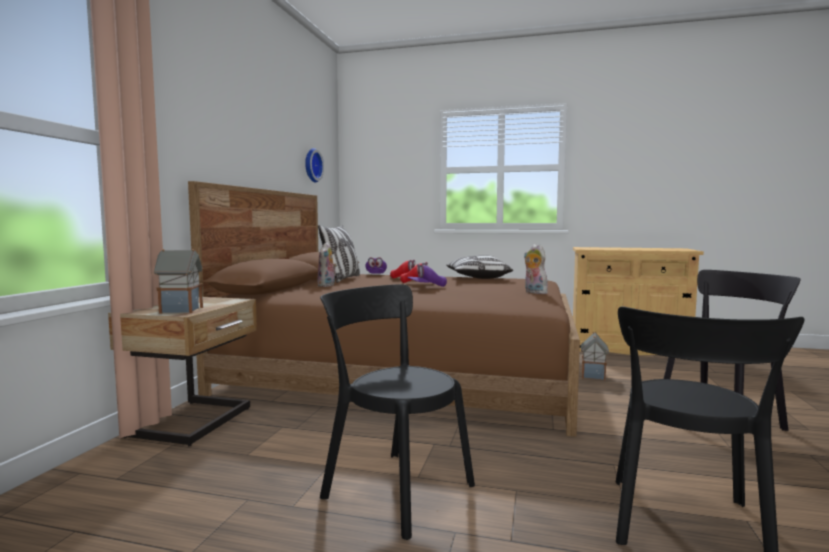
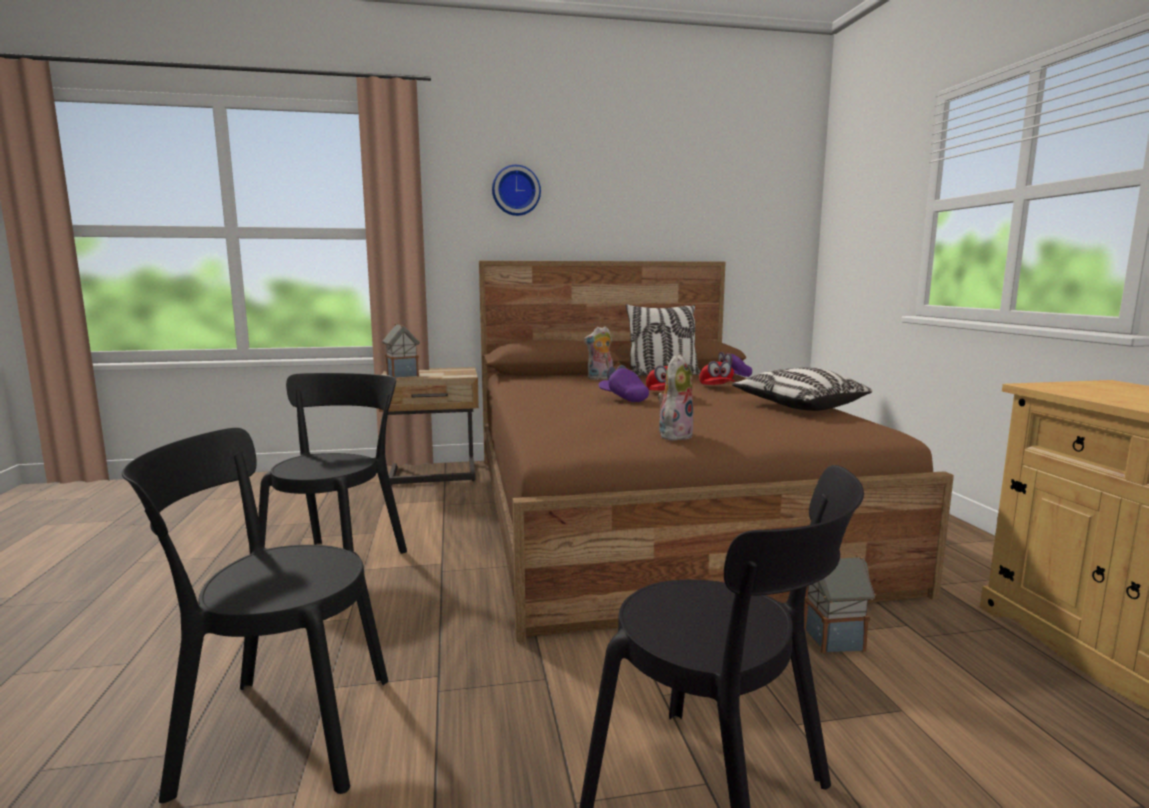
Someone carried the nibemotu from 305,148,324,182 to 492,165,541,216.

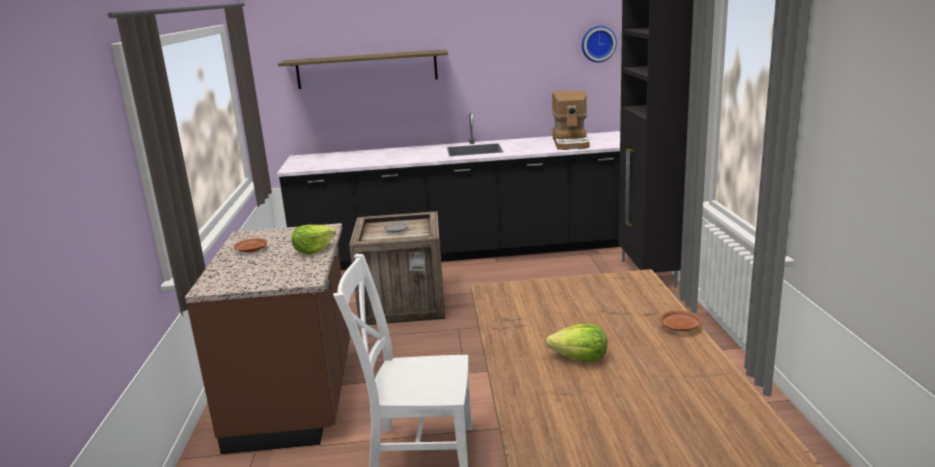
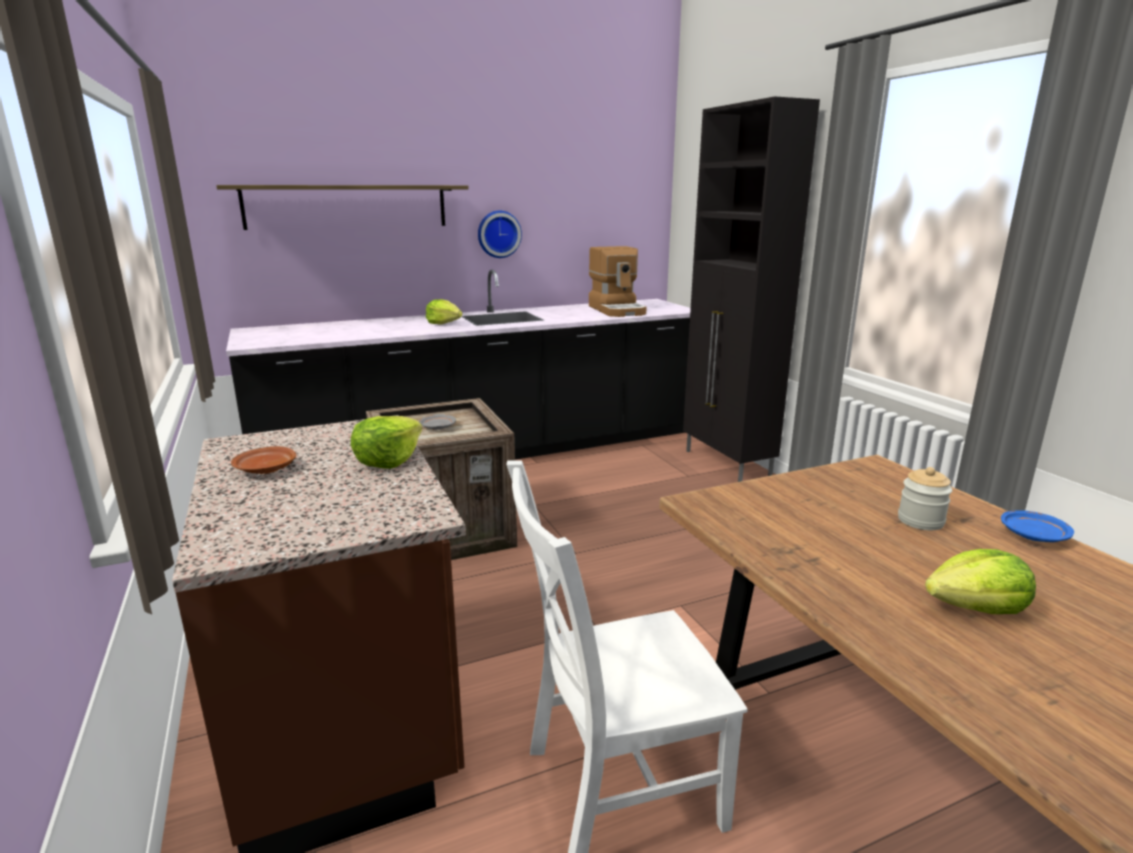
Someone put down the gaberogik at 426,299,462,325.
Someone carried the nibemotu from 582,26,617,62 to 478,211,522,258.
Someone put down the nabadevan at 898,467,952,530.
Someone repainted the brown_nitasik at 660,311,702,331, which became the blue_nitasik at 1001,510,1074,542.

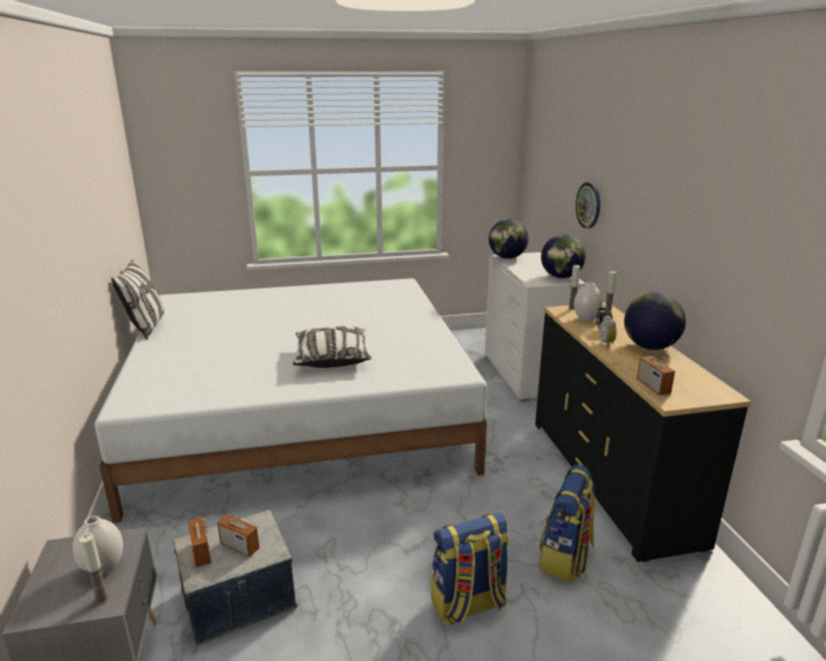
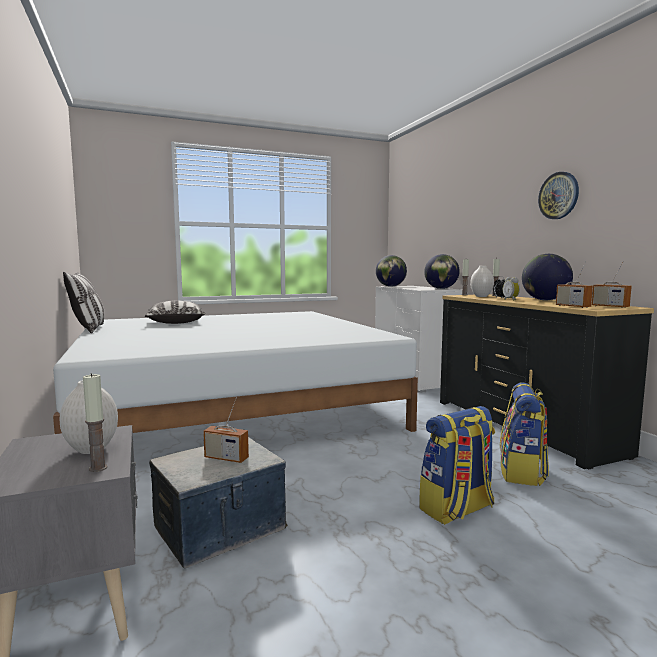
Someone carried the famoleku from 293,326,372,368 to 145,300,205,324.
Someone carried the nibemotu from 576,182,600,228 to 538,172,579,219.
Someone carried the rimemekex from 188,508,211,567 to 592,261,632,308.

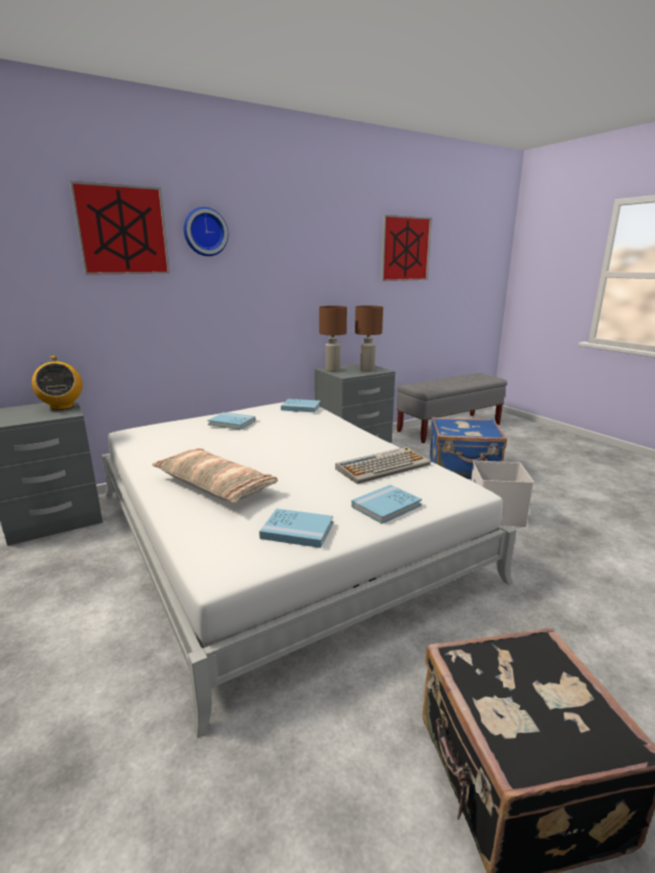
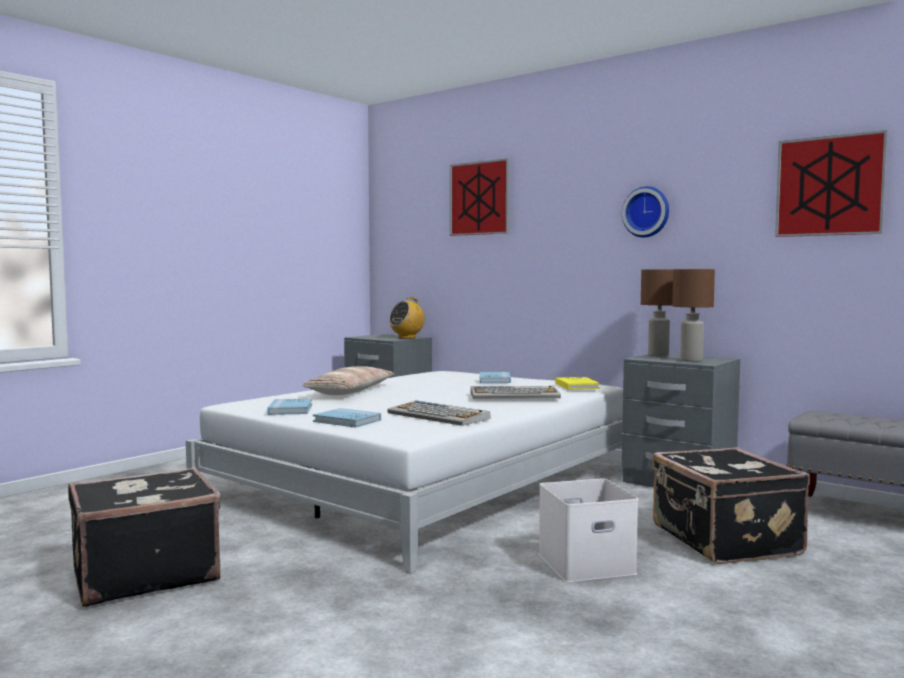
Someone put down the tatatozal at 471,386,561,399.
Someone repainted the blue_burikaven at 281,399,321,412, which became the yellow_burikaven at 555,377,600,390.
Someone carried the nibemotu from 184,207,228,256 to 622,186,669,238.
Someone repainted the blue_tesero at 430,417,507,479, which became the black_tesero at 652,447,810,564.

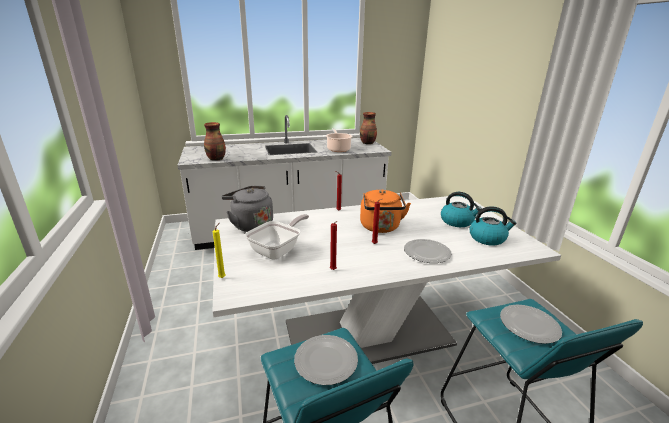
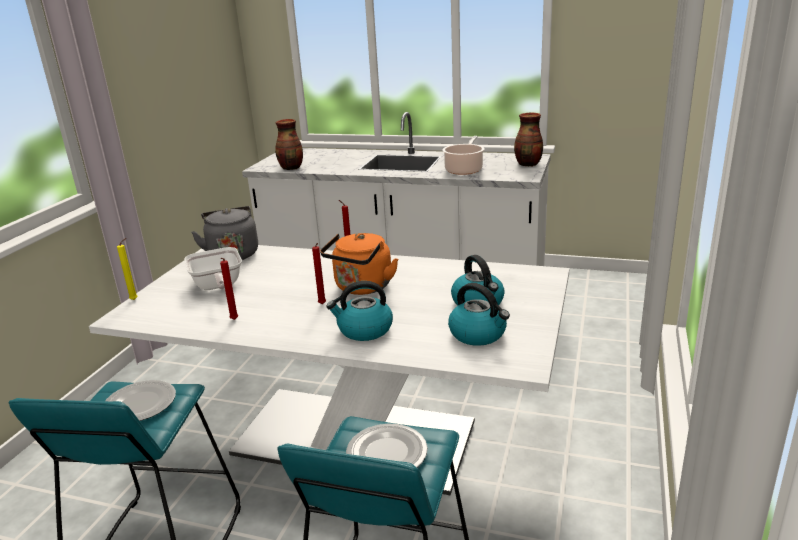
Someone rotated the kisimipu at 245,214,309,260 by 90 degrees clockwise.
Someone swapped the nitasik at 404,239,452,263 for the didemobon at 326,281,393,341.

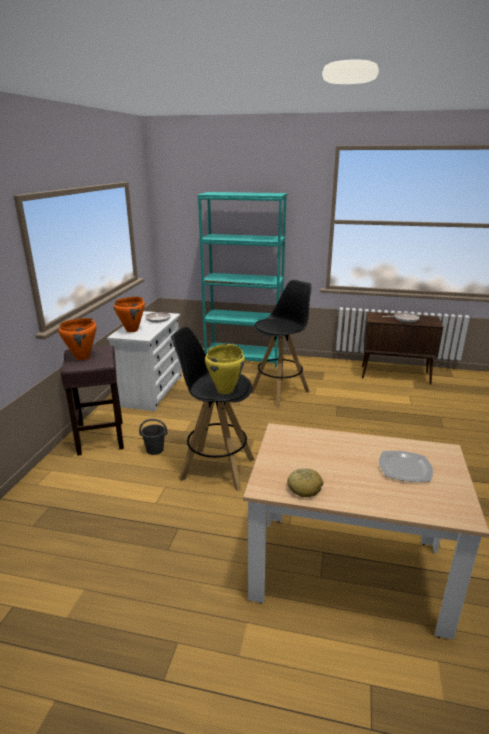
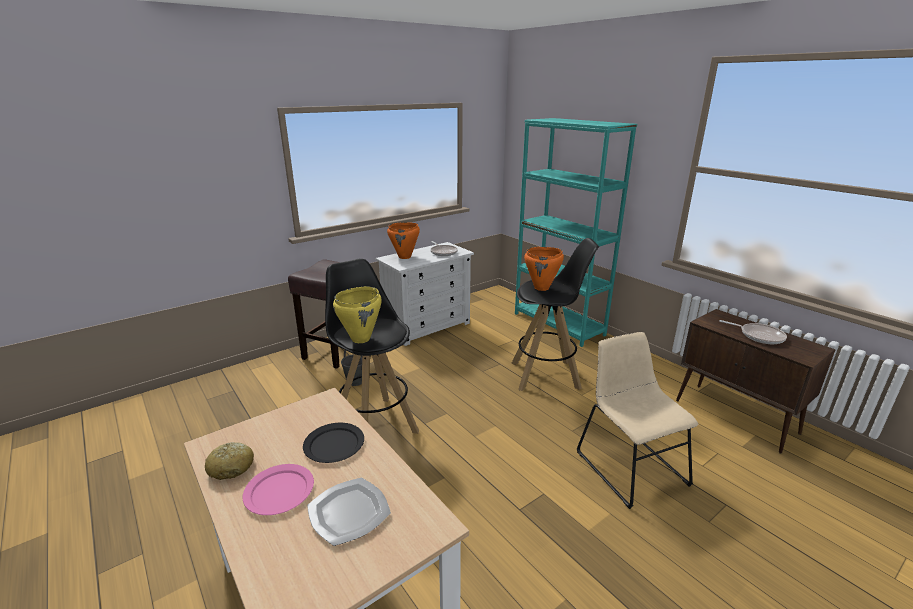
Someone put down the pink_nitasik at 243,464,314,515.
Someone put down the black_nitasik at 303,423,364,463.
Someone carried the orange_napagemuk from 58,318,97,360 to 524,247,564,291.
Someone put down the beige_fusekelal at 577,332,698,509.

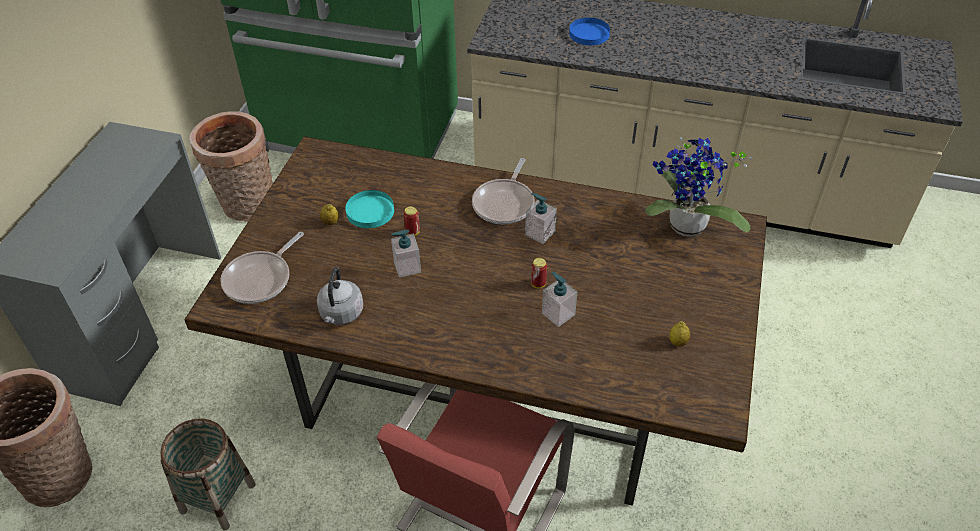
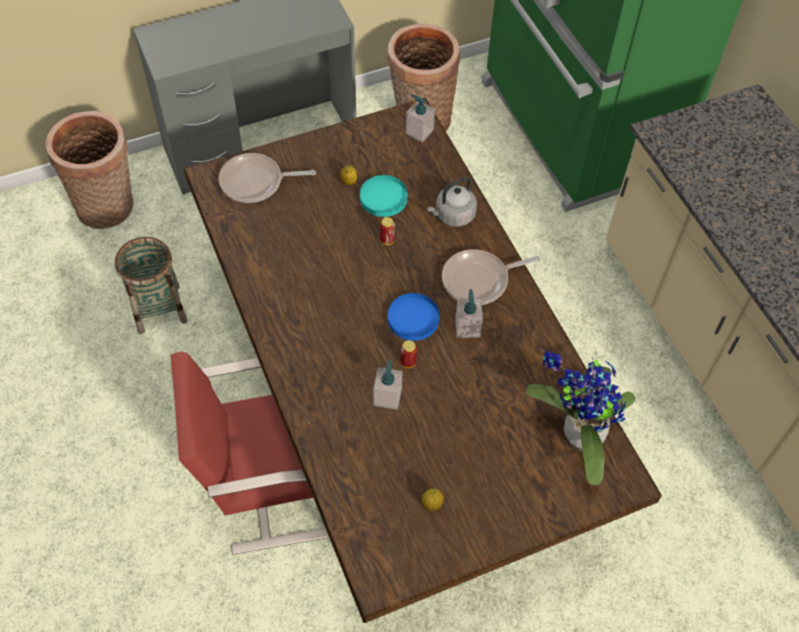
Someone carried the blue_nitasik from 569,18,610,45 to 388,293,440,341.
Someone carried the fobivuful from 391,229,421,278 to 406,95,435,142.
Someone carried the grey_didemobon from 317,267,363,325 to 427,177,477,227.

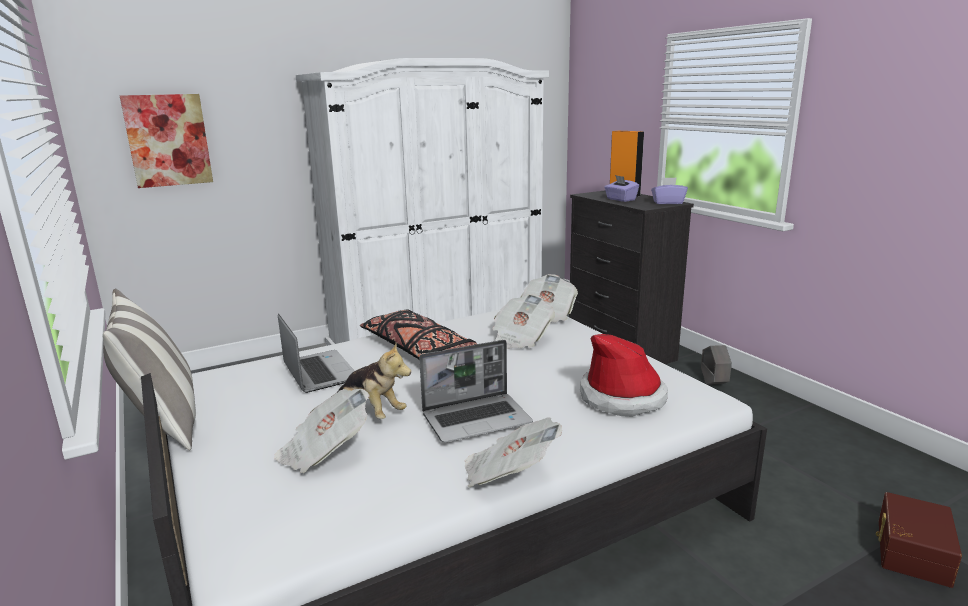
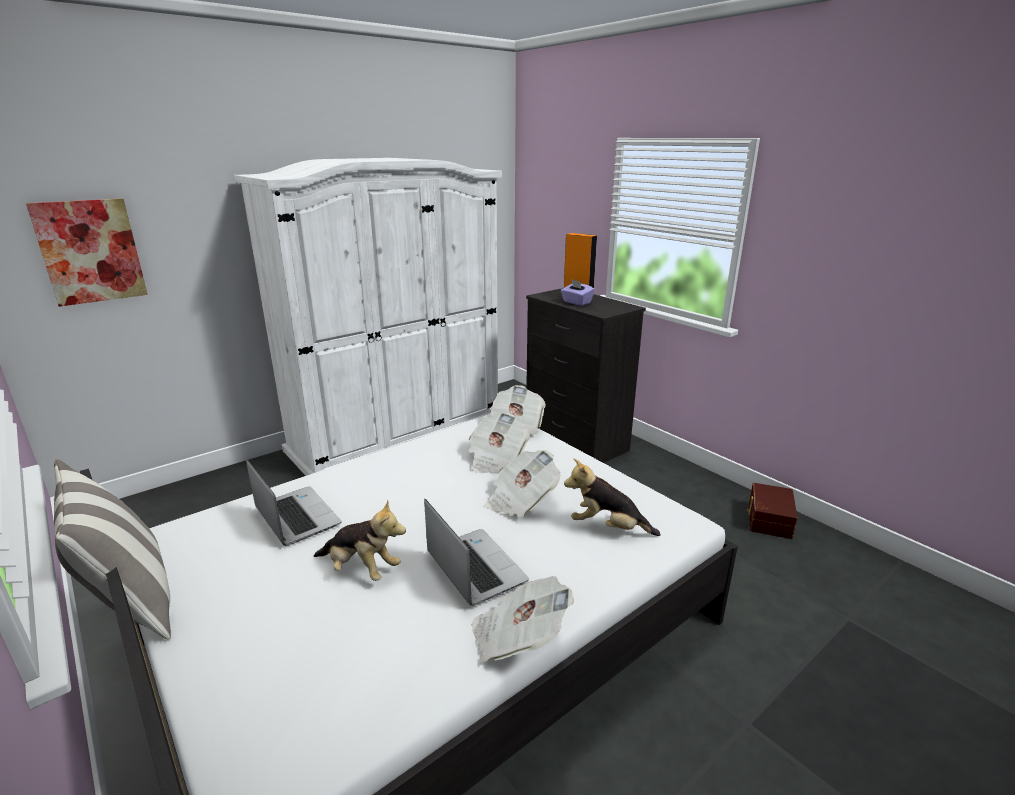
Someone rotated the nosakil at 419,340,533,443 by 90 degrees counterclockwise.
Someone carried the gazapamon from 274,389,370,473 to 485,450,560,517.
Someone swapped the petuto at 580,334,668,417 for the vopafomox at 564,459,660,536.
Someone carried the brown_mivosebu from 876,492,962,588 to 747,483,798,539.
Someone took away the black_famoleku at 360,310,477,359.
Someone took away the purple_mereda at 651,177,688,204.
Someone took away the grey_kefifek at 701,345,732,385.

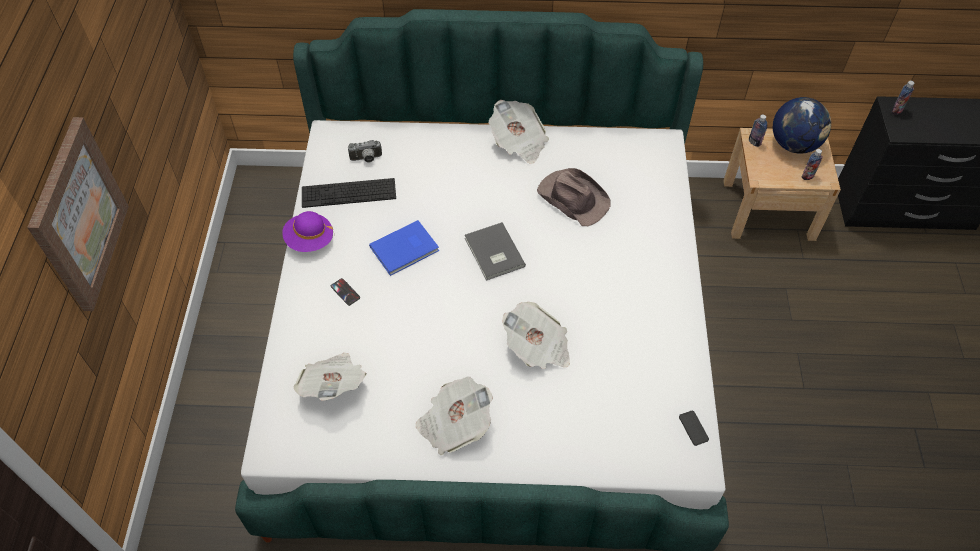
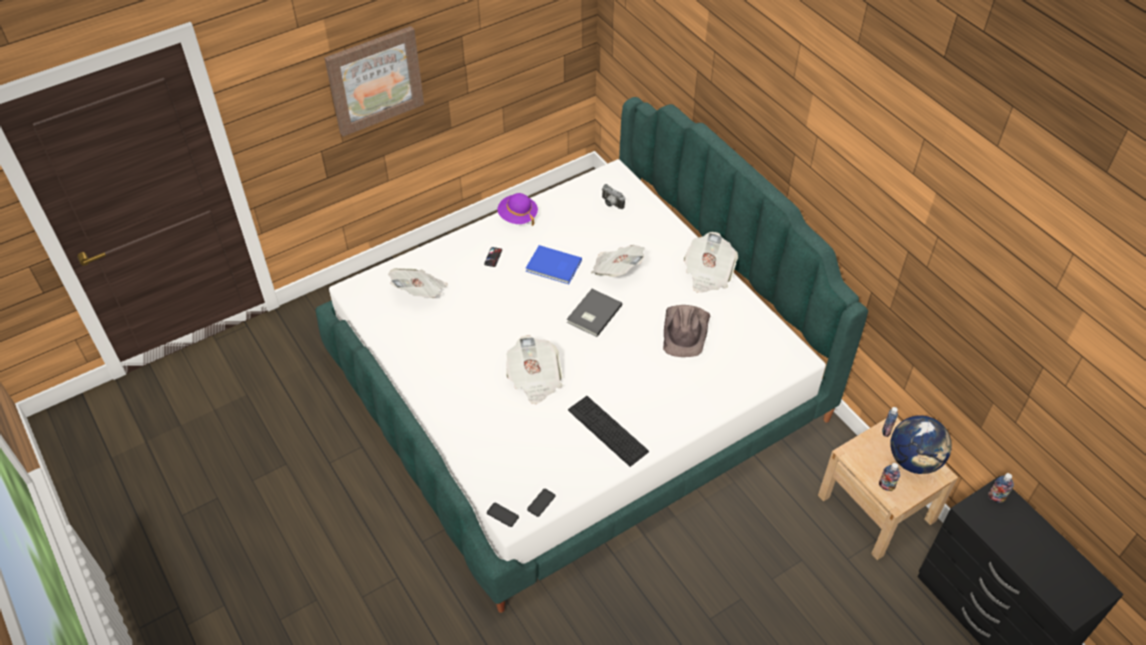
Someone put down the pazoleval at 487,503,519,527.
Someone carried the tatatozal from 302,178,396,208 to 568,396,649,467.
Someone carried the gazapamon from 416,376,493,455 to 591,245,645,277.

